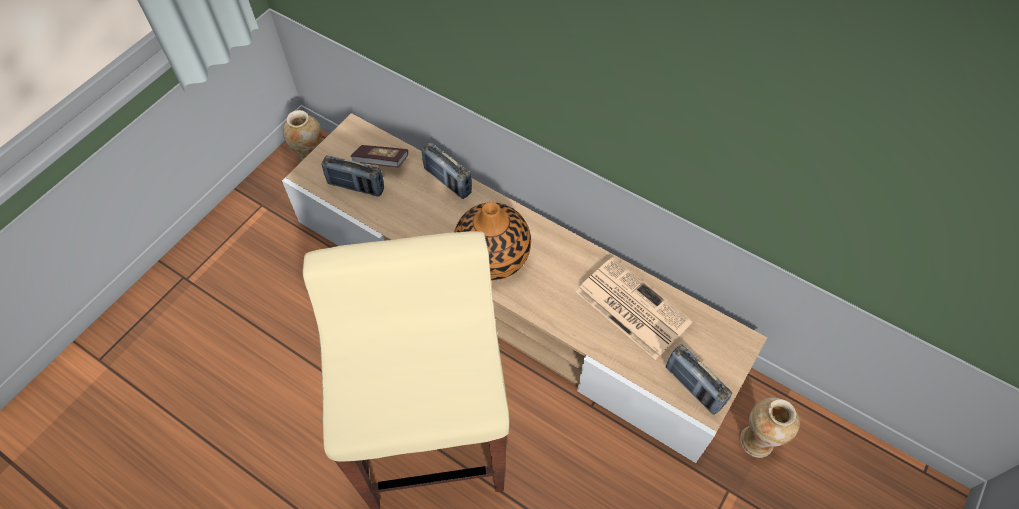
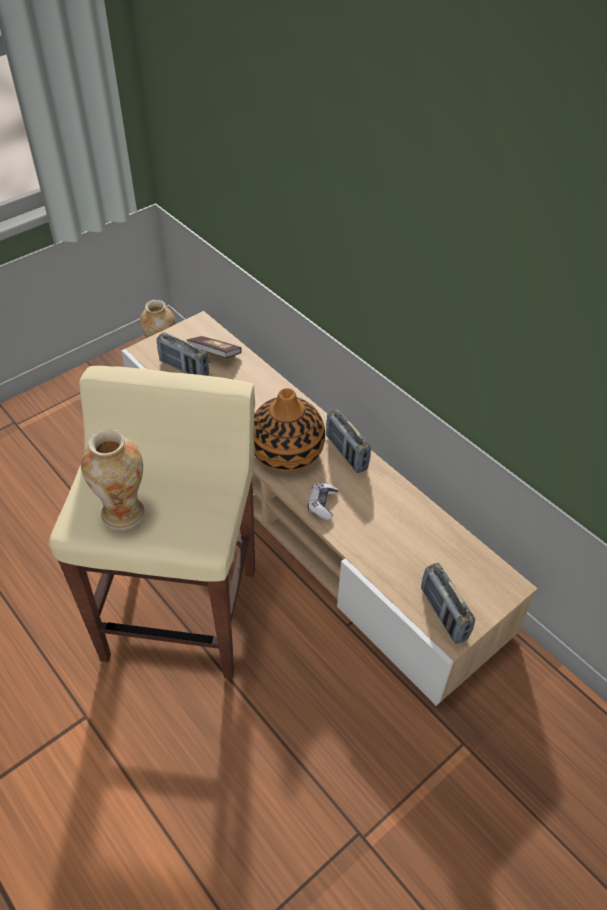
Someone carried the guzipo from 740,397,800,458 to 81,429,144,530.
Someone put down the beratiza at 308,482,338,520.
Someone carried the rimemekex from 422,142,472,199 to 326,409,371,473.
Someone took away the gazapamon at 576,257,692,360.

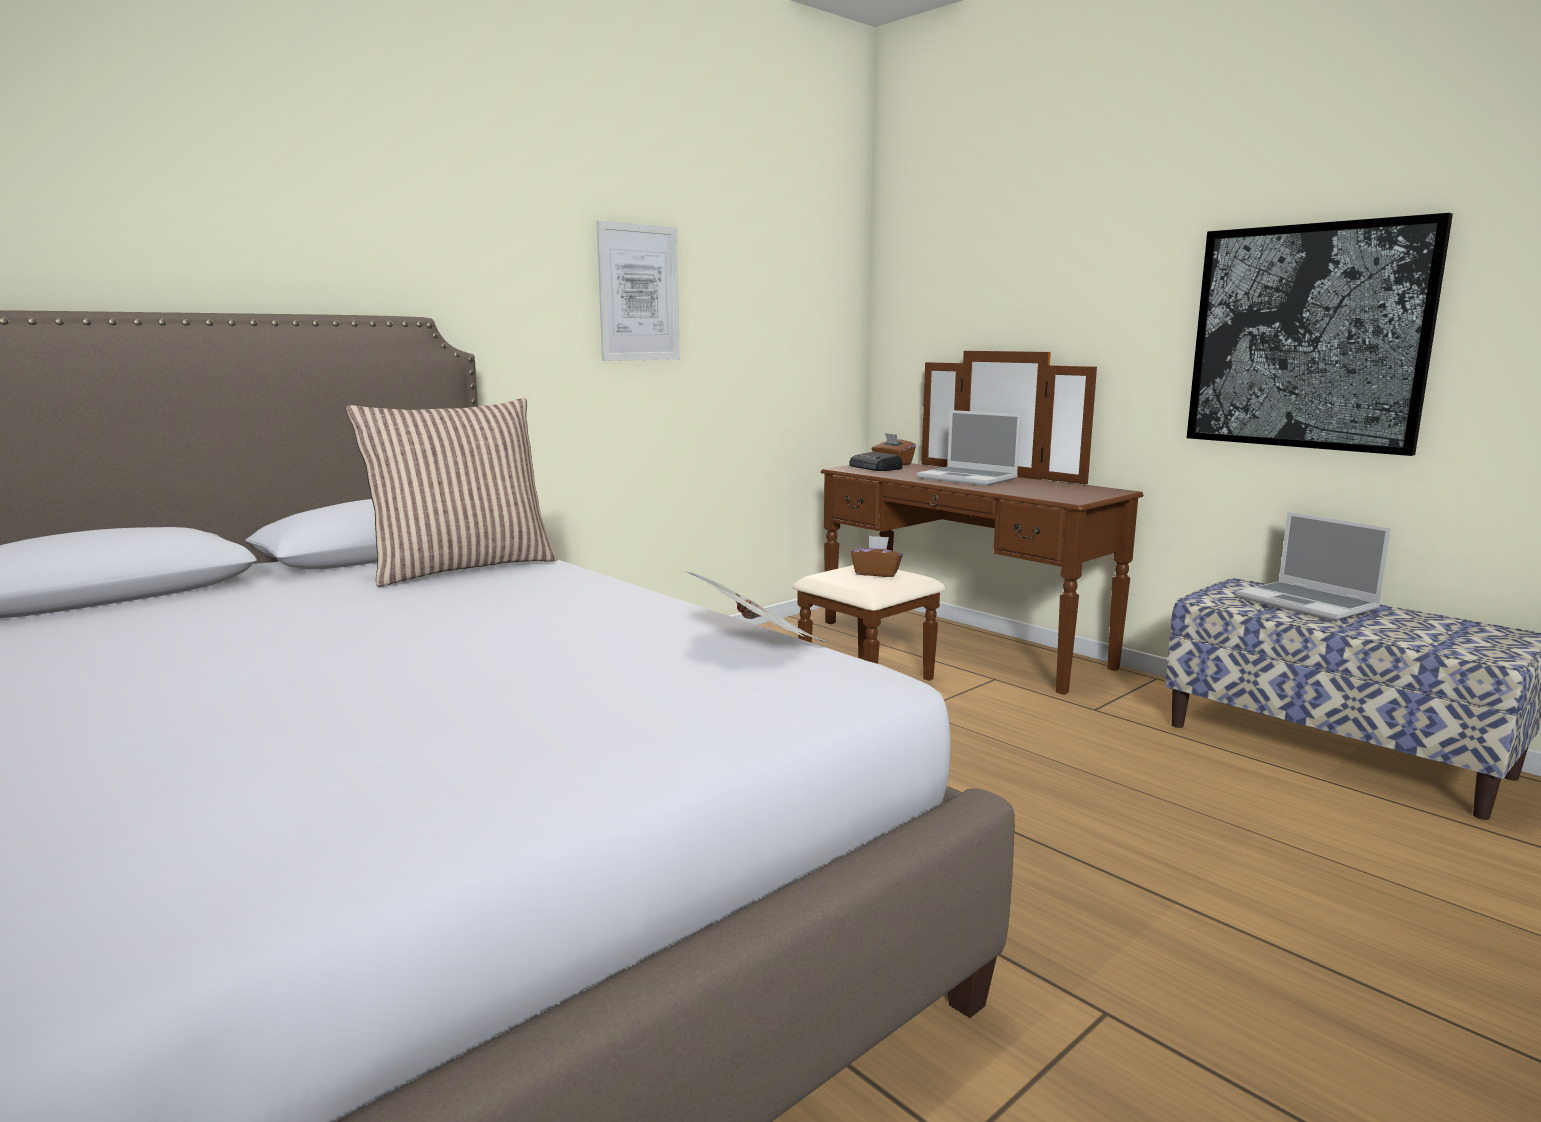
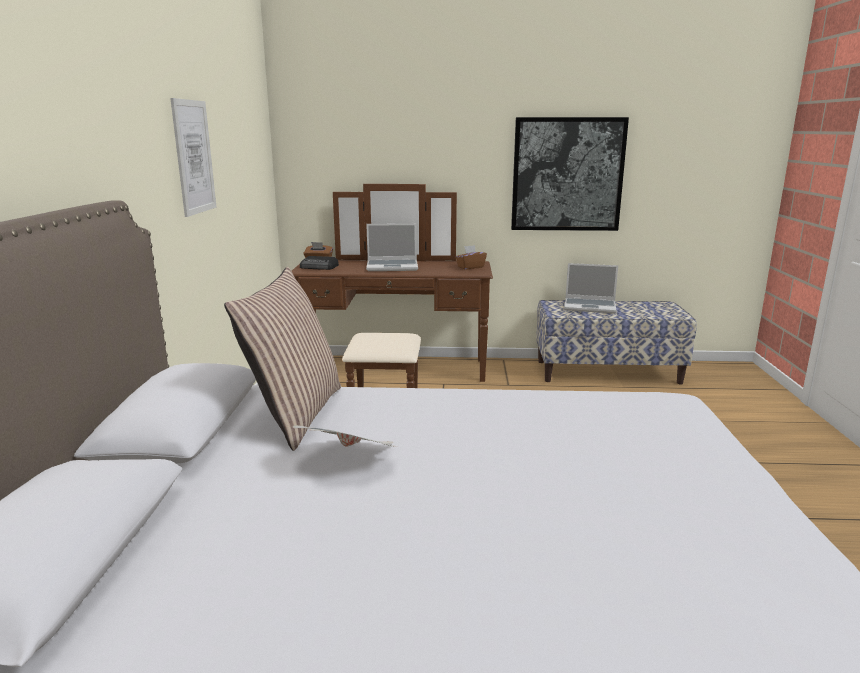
Someone carried the gazapamon from 683,571,830,642 to 293,425,397,447.
Someone carried the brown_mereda from 851,536,903,577 to 455,245,487,269.

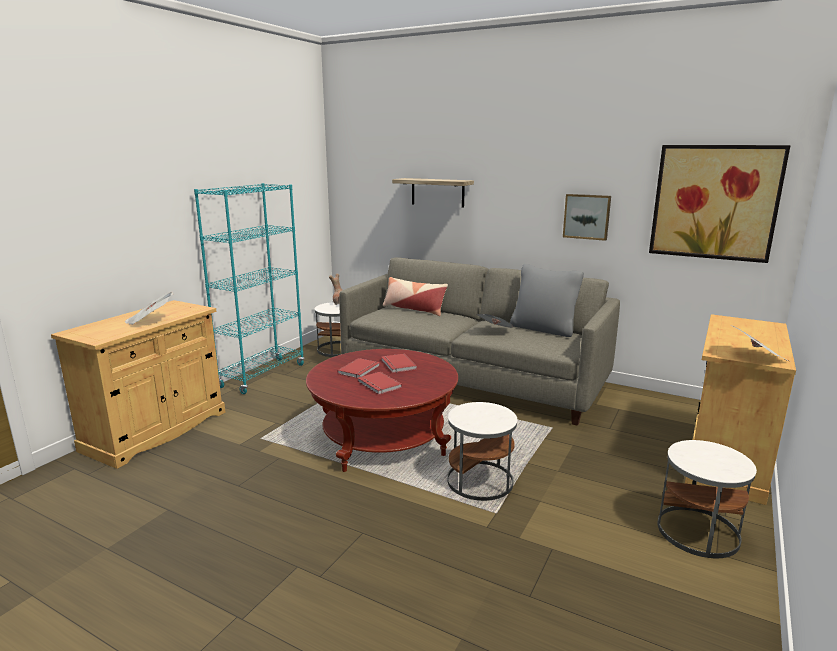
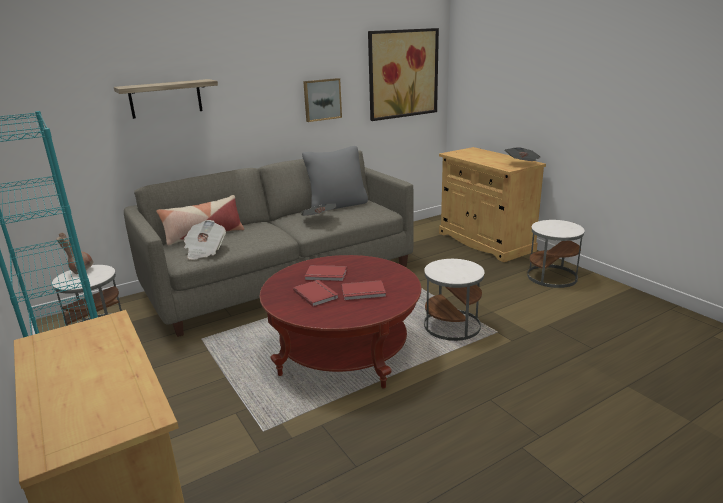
Someone carried the gazapamon from 125,292,174,325 to 184,220,226,260.

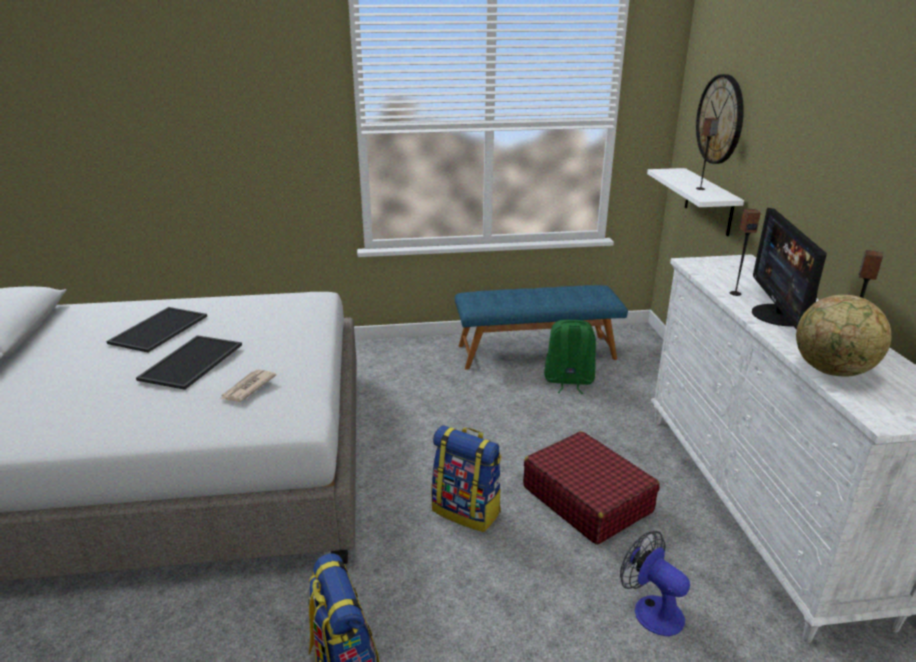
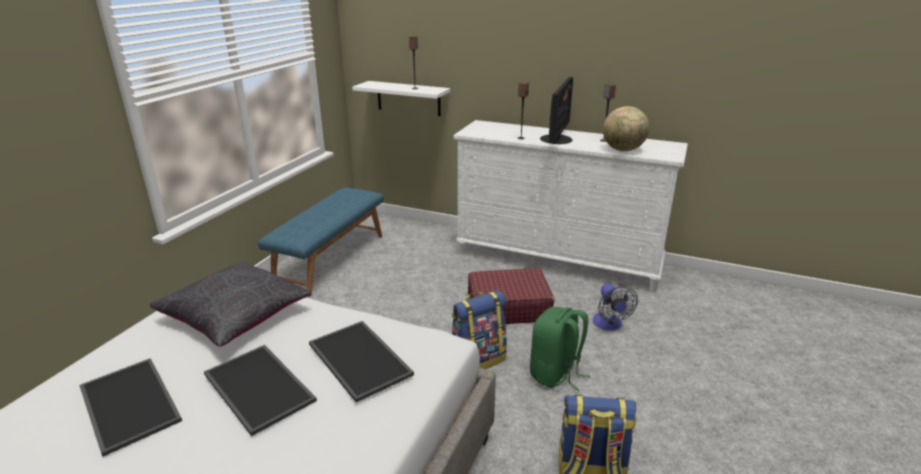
Someone put down the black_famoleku at 149,261,312,347.
Someone swapped the gazapamon at 221,369,276,402 for the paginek at 309,321,414,402.
Someone carried the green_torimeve from 544,320,596,394 to 530,307,590,392.
Someone rotated the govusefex at 752,208,827,330 by 105 degrees counterclockwise.
Someone rotated the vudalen at 620,531,690,636 by 90 degrees counterclockwise.
Someone took away the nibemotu at 696,74,744,164.

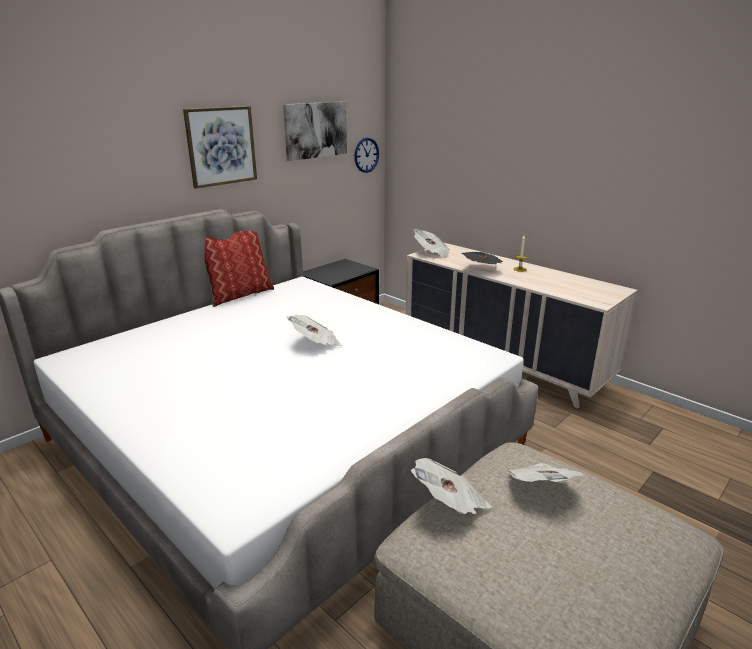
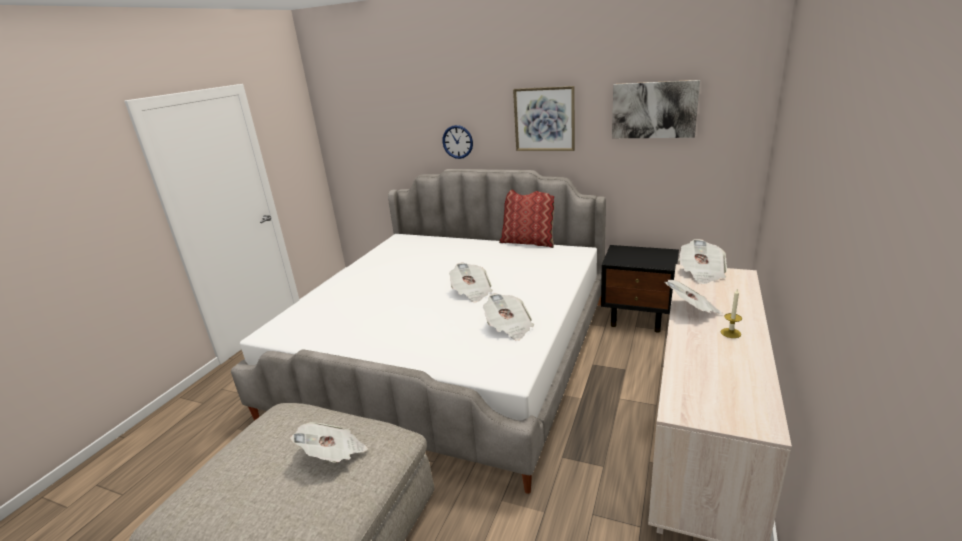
Someone carried the nibemotu from 354,137,379,173 to 442,125,473,159.
Someone carried the gazapamon from 411,458,491,514 to 483,293,534,341.

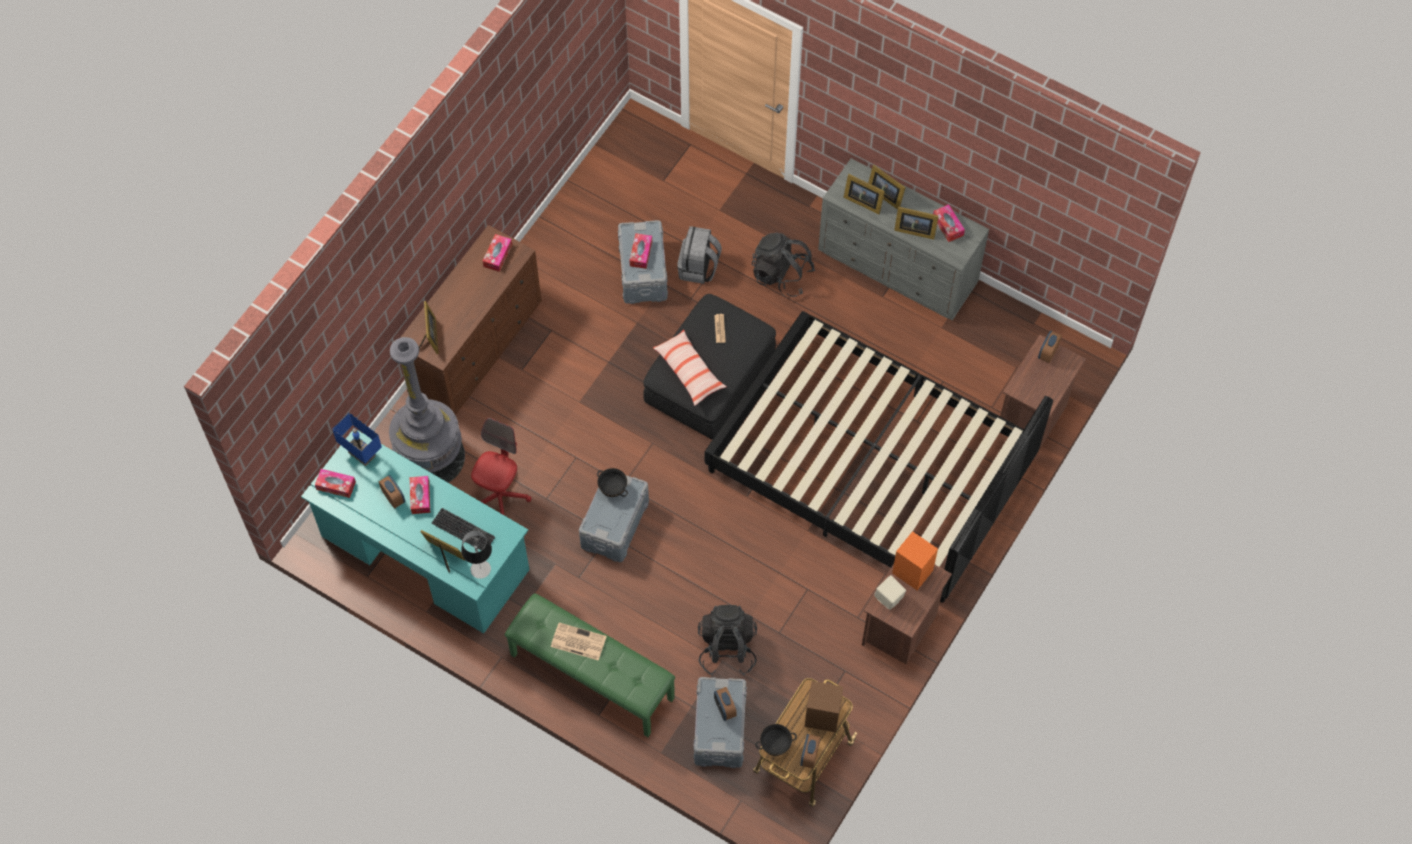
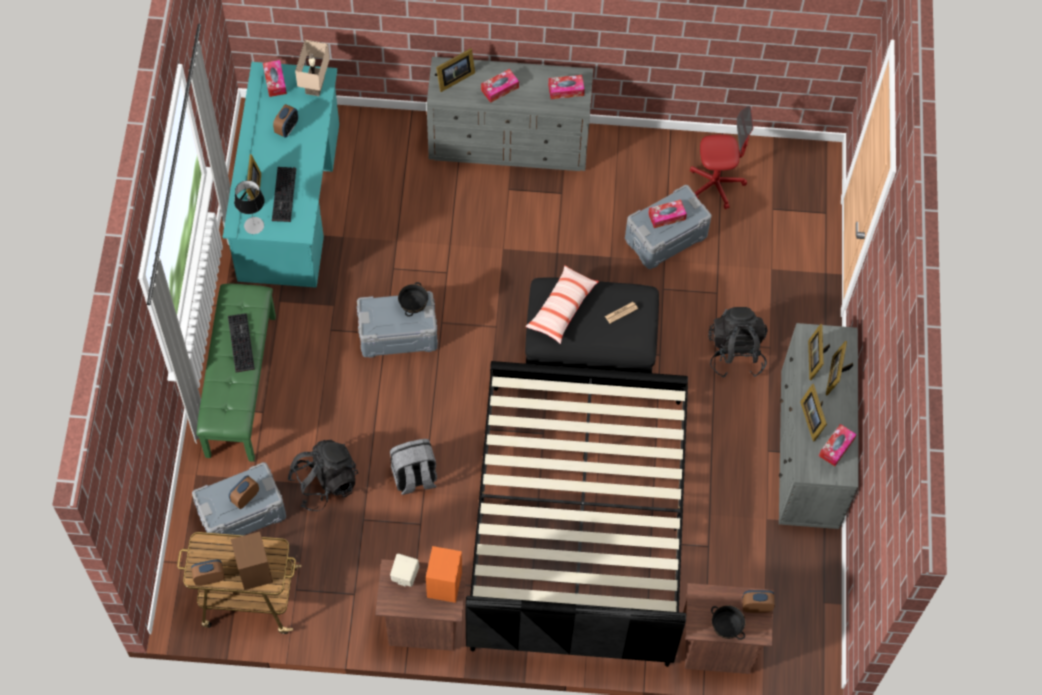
Someone swapped the gazapamon at 551,623,607,661 for the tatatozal at 228,313,255,372.
Someone repainted the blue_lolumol at 332,412,382,466, which became the beige_lolumol at 295,40,329,96.
Someone carried the grey_torimeve from 677,226,722,284 to 390,439,437,495.
Someone repainted the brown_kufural at 400,225,542,415, which became the grey_kufural at 427,57,593,171.
Someone carried the mereda from 410,476,430,514 to 481,69,519,103.
Someone carried the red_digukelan from 471,418,532,515 to 690,106,753,209.
Someone carried the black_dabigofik from 755,724,797,756 to 711,605,745,640.
Someone took away the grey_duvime at 389,337,465,483.

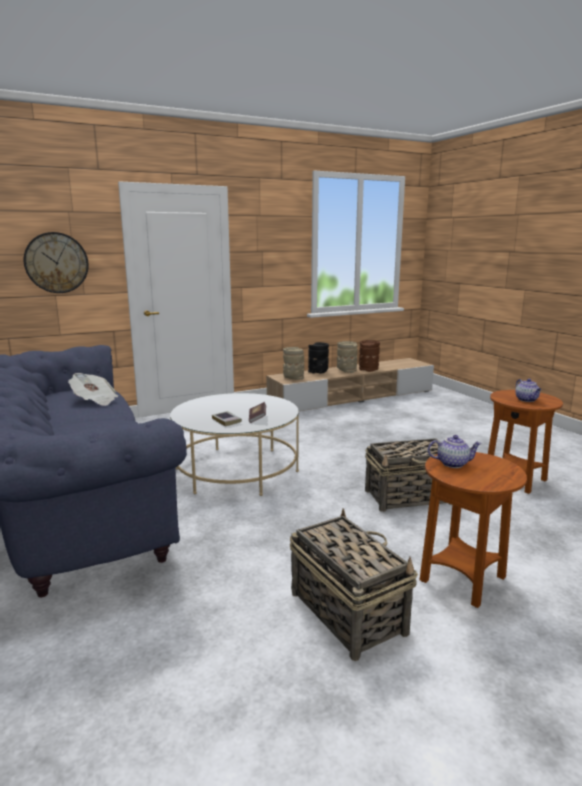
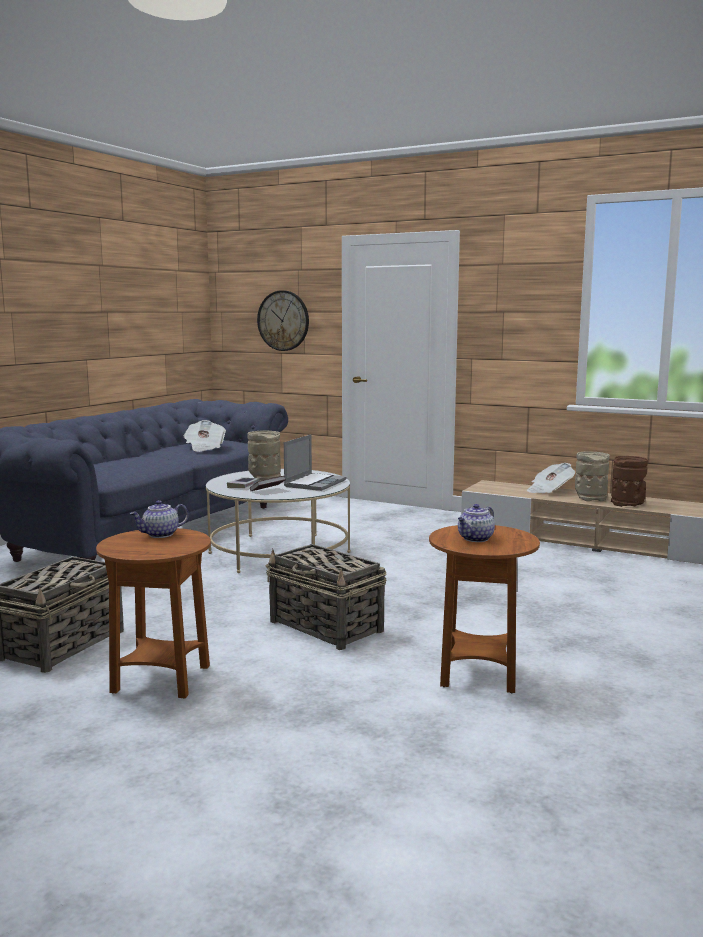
Someone rotated the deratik at 428,435,482,468 by 90 degrees clockwise.
Someone carried the beige_guzipo from 283,347,304,380 to 247,431,281,481.
Someone put down the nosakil at 284,434,347,491.
Someone swapped the black_guzipo at 308,342,329,374 for the gazapamon at 527,463,575,493.

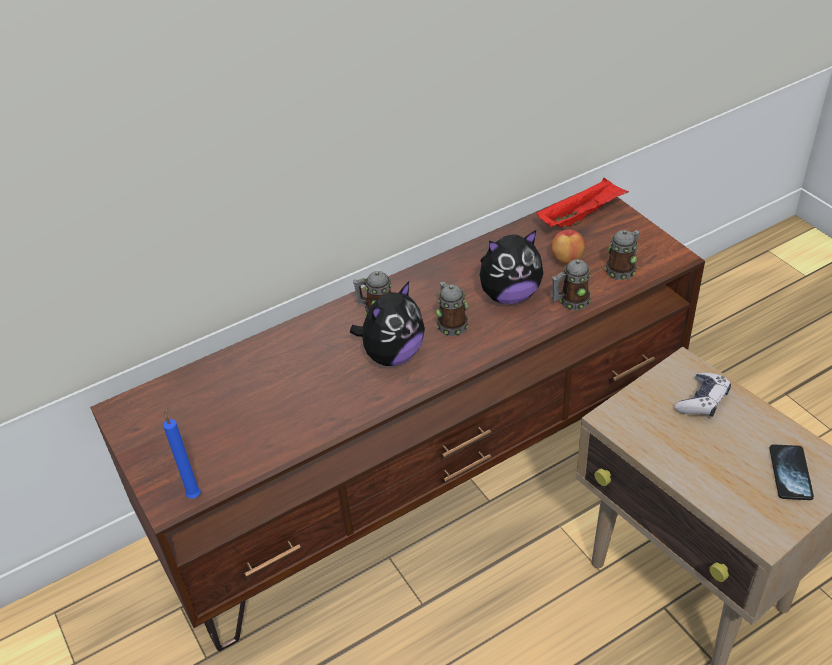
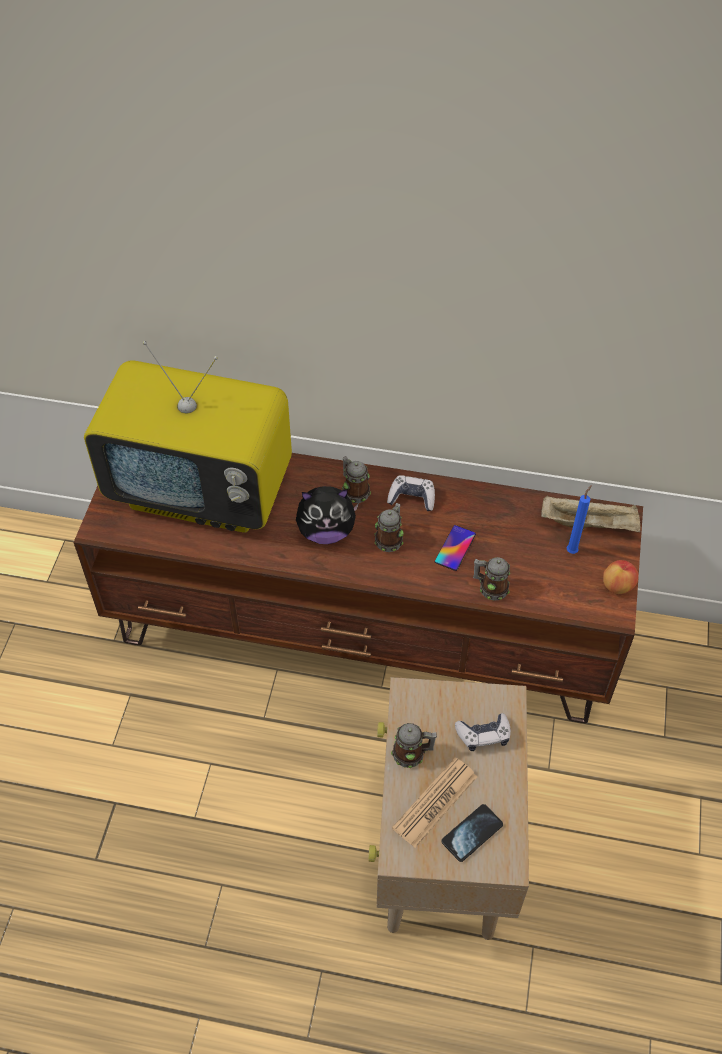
Someone put down the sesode at 84,341,292,533.
Someone put down the beratiza at 387,475,435,511.
Someone carried the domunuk from 604,230,640,280 to 391,723,437,768.
Someone put down the gazapamon at 392,757,477,848.
Someone swapped the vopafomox at 480,230,543,304 for the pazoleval at 435,525,476,571.
Someone repainted the red_paginek at 537,178,629,228, which became the beige_paginek at 541,496,640,532.
Someone carried the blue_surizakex from 163,405,201,499 to 567,485,592,554.
Someone carried the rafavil from 551,230,585,264 to 603,560,638,594.

